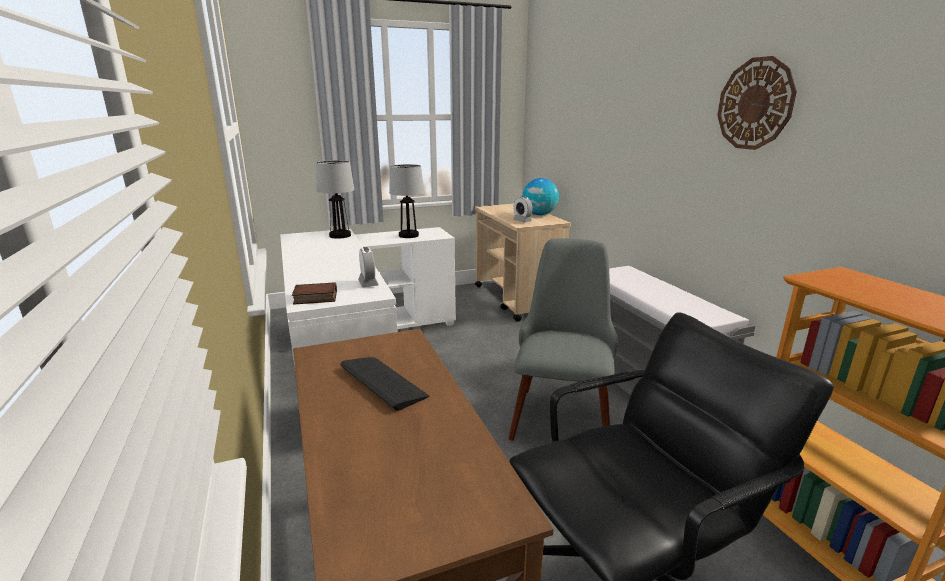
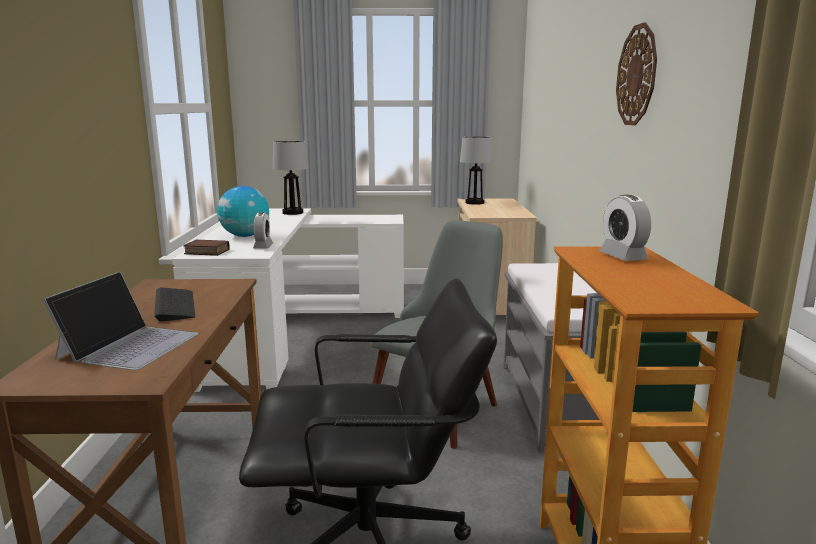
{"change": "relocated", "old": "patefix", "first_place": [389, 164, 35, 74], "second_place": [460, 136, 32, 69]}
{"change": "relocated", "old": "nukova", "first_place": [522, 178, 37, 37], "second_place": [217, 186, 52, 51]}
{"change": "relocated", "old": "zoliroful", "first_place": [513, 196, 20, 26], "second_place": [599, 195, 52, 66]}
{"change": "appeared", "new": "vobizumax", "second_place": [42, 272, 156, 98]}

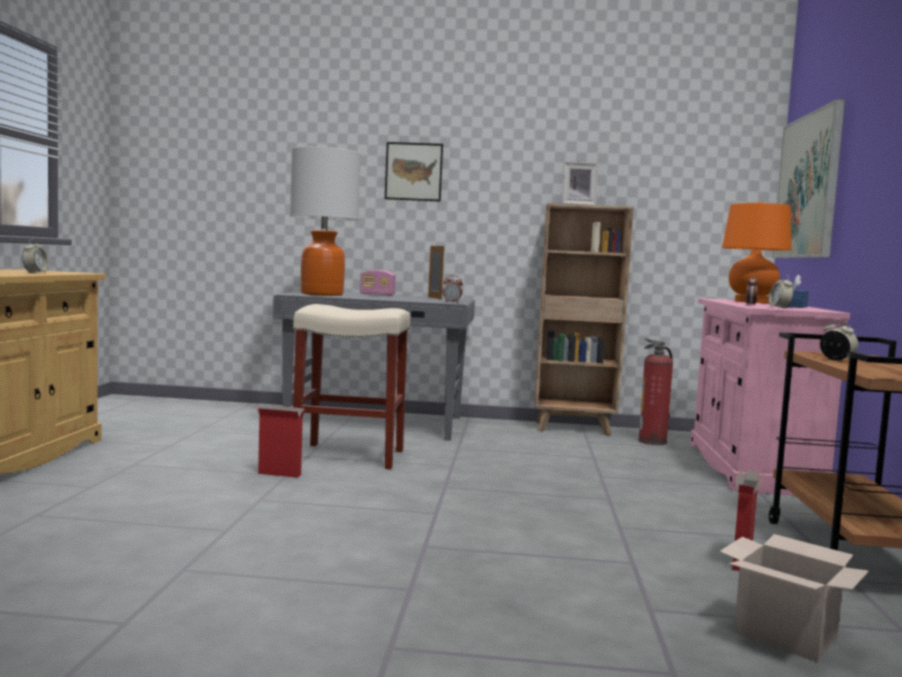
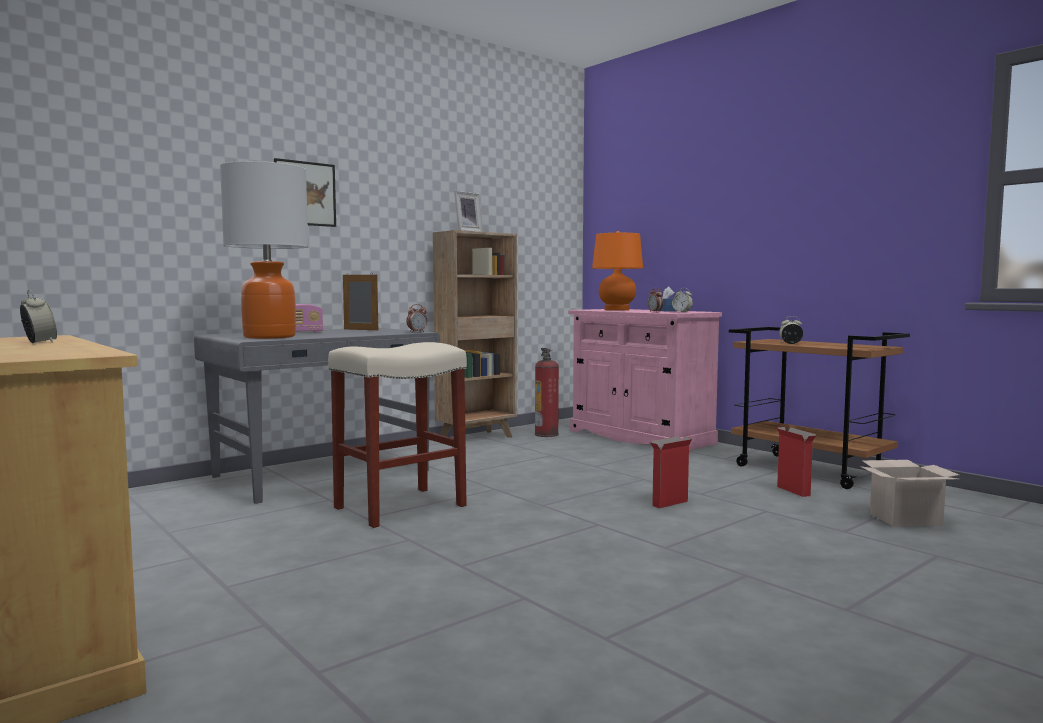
{"change": "missing", "old": "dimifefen", "first_place": [772, 99, 73, 159]}
{"change": "relocated", "old": "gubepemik", "first_place": [255, 405, 51, 73], "second_place": [650, 436, 42, 72]}

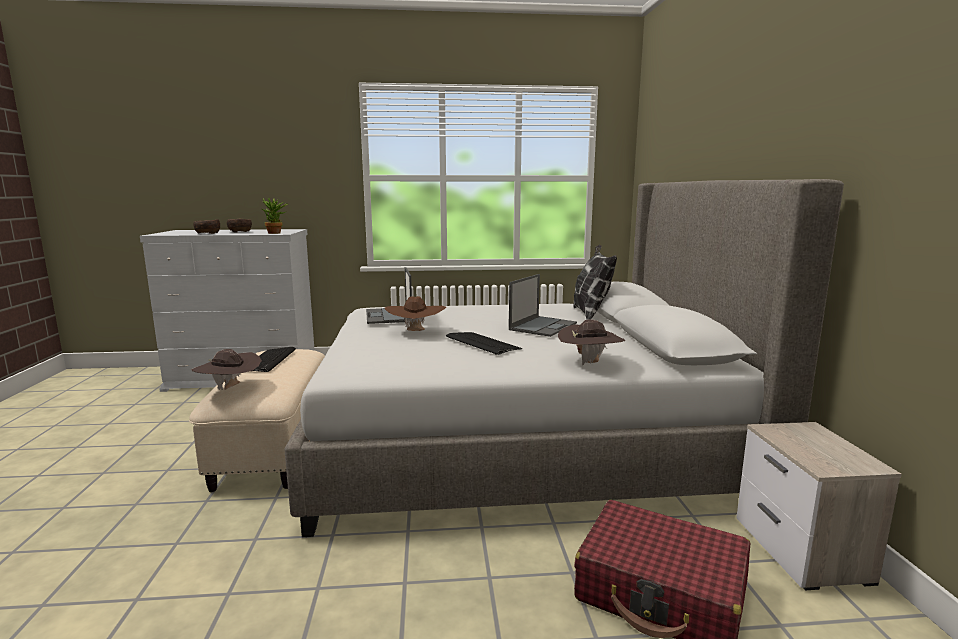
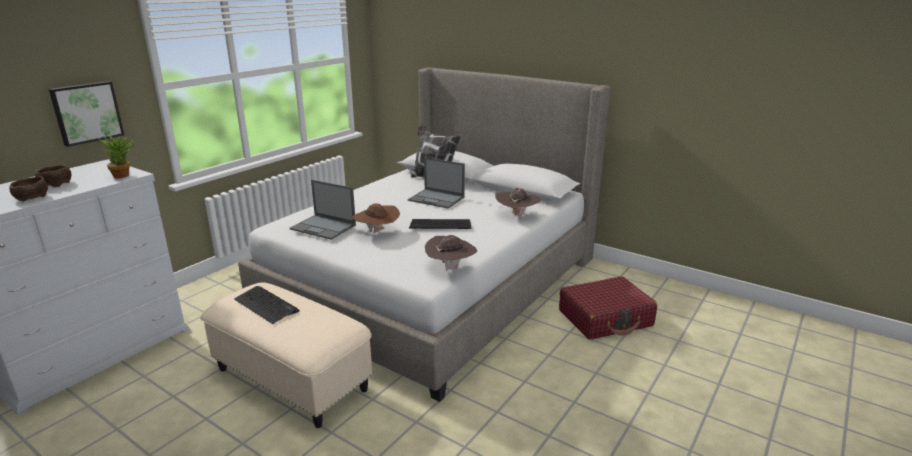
{"change": "spun", "old": "vobizumax", "first_place": [509, 274, 68, 63], "second_place": [408, 157, 57, 51], "degrees": 135}
{"change": "relocated", "old": "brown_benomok", "first_place": [191, 349, 71, 41], "second_place": [425, 235, 52, 37]}
{"change": "missing", "old": "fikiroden", "first_place": [736, 422, 166, 169]}
{"change": "appeared", "new": "dimifefen", "second_place": [49, 81, 75, 66]}

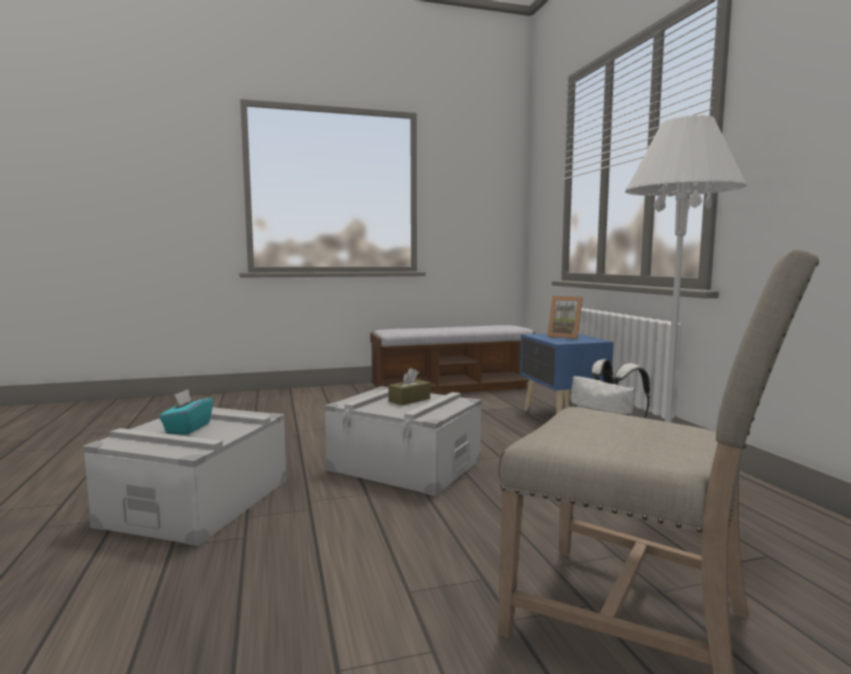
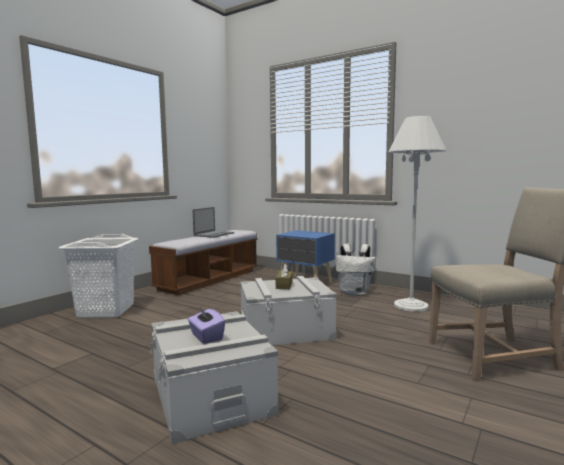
{"change": "missing", "old": "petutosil", "first_place": [547, 296, 36, 43]}
{"change": "colour", "old": "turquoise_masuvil", "new": "purple_masuvil", "first_place": [159, 389, 54, 46], "second_place": [188, 306, 37, 38]}
{"change": "appeared", "new": "vobizumax", "second_place": [193, 207, 41, 31]}
{"change": "appeared", "new": "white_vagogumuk", "second_place": [59, 234, 79, 84]}

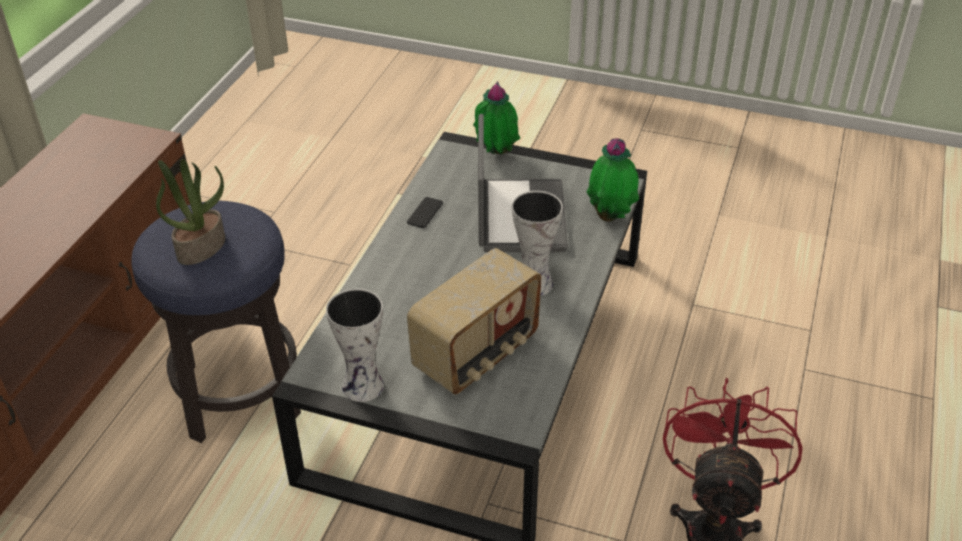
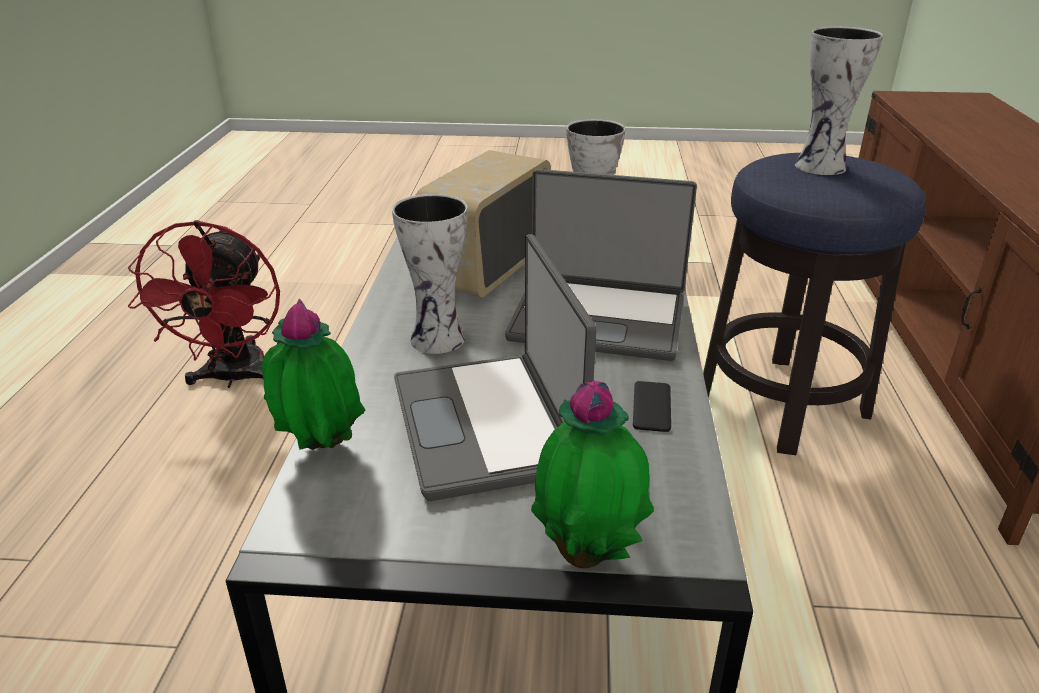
{"change": "exchanged", "old": "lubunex", "new": "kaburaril", "first_place": [156, 159, 69, 106], "second_place": [795, 26, 88, 149]}
{"change": "appeared", "new": "vobizumax", "second_place": [505, 169, 192, 192]}

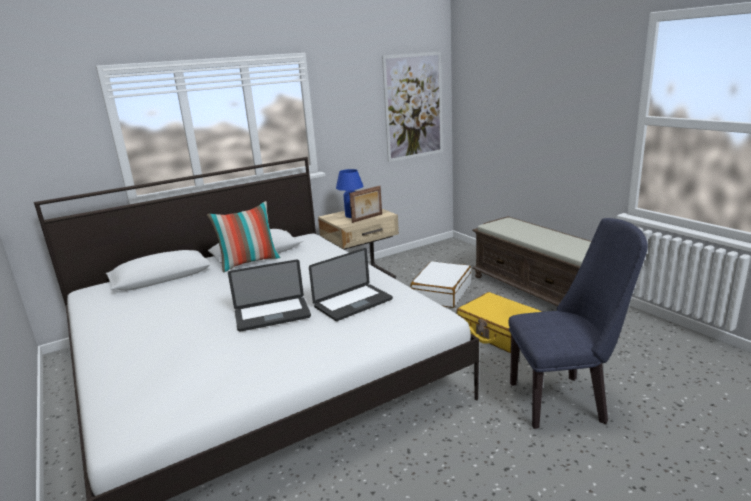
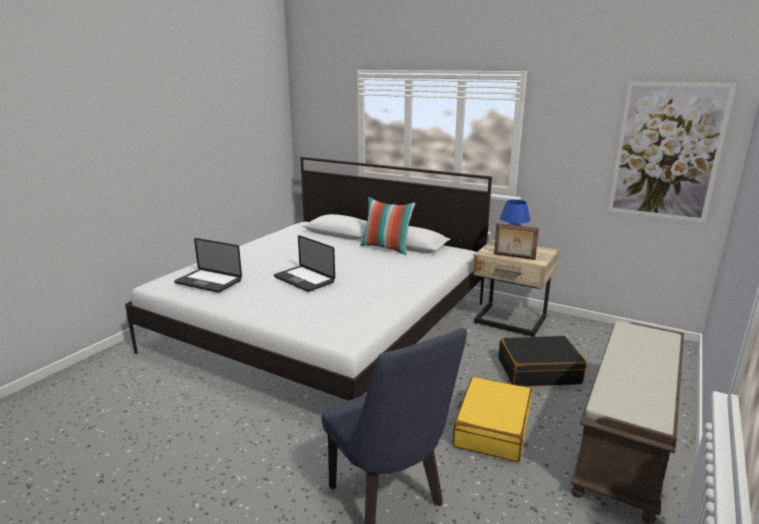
{"change": "relocated", "old": "vobizumax", "first_place": [309, 248, 84, 73], "second_place": [174, 238, 68, 55]}
{"change": "colour", "old": "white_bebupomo", "new": "black_bebupomo", "first_place": [410, 261, 61, 47], "second_place": [498, 336, 89, 51]}

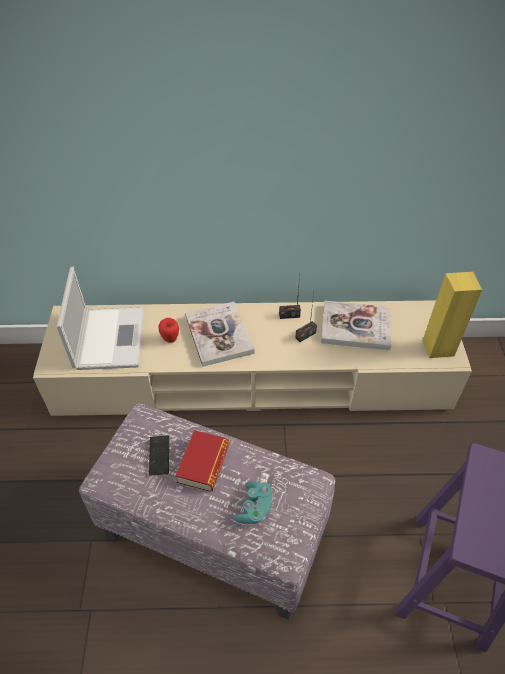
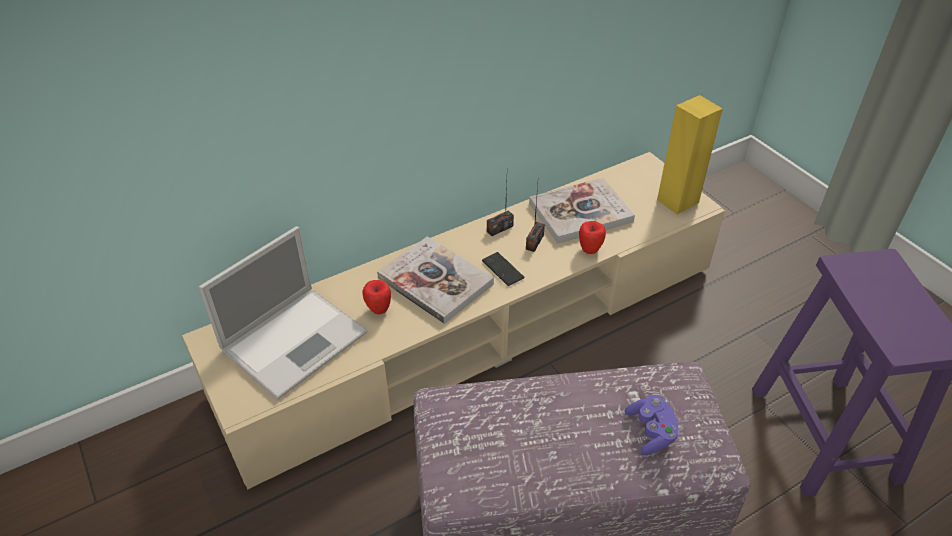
{"change": "spun", "old": "vobizumax", "first_place": [57, 267, 87, 103], "second_place": [199, 226, 168, 174], "degrees": 75}
{"change": "missing", "old": "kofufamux", "first_place": [176, 430, 53, 62]}
{"change": "relocated", "old": "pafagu", "first_place": [149, 436, 20, 40], "second_place": [482, 252, 42, 34]}
{"change": "colour", "old": "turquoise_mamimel", "new": "purple_mamimel", "first_place": [233, 482, 40, 42], "second_place": [625, 395, 55, 60]}
{"change": "appeared", "new": "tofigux", "second_place": [579, 221, 27, 33]}

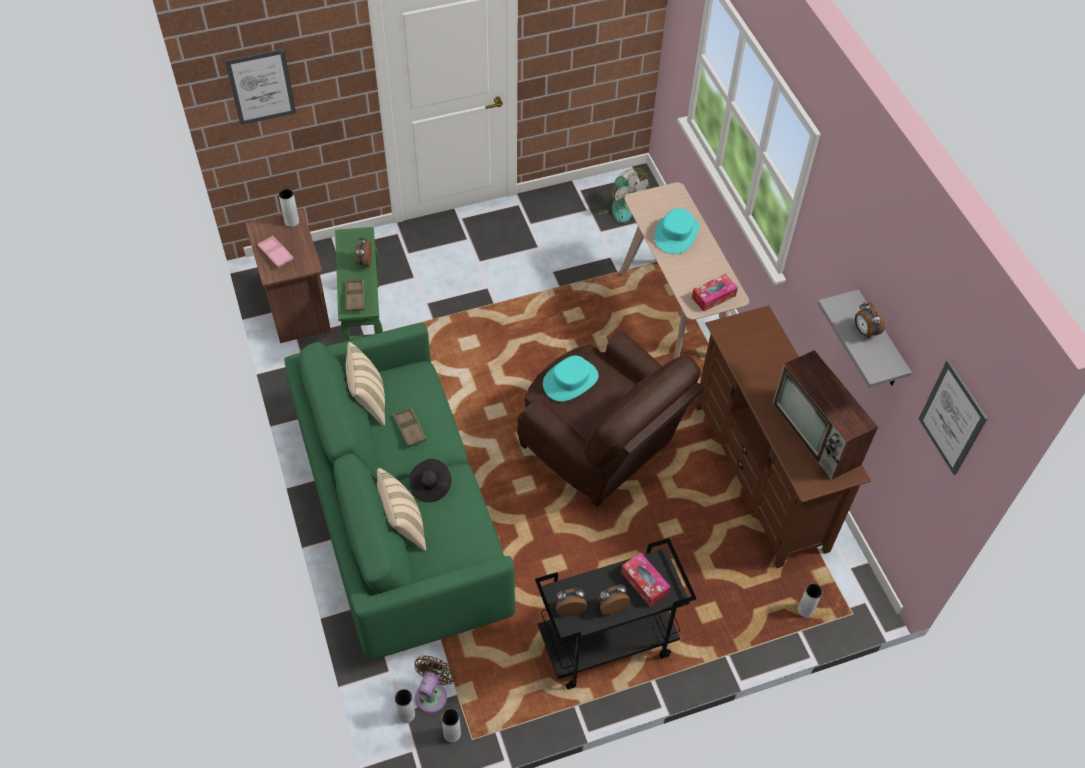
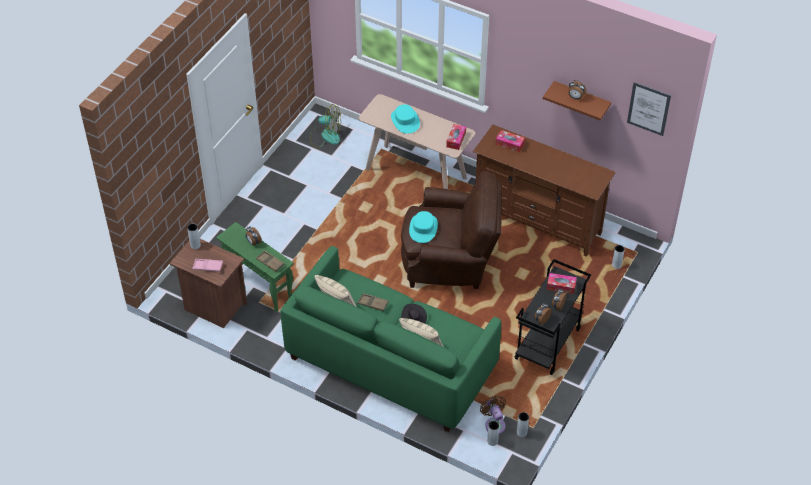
{"change": "missing", "old": "dimifefen", "first_place": [225, 49, 71, 76]}
{"change": "colour", "old": "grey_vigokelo", "new": "brown_vigokelo", "first_place": [817, 289, 95, 99], "second_place": [543, 81, 68, 39]}
{"change": "missing", "old": "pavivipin", "first_place": [772, 350, 106, 130]}
{"change": "appeared", "new": "masuvil", "second_place": [495, 130, 30, 22]}

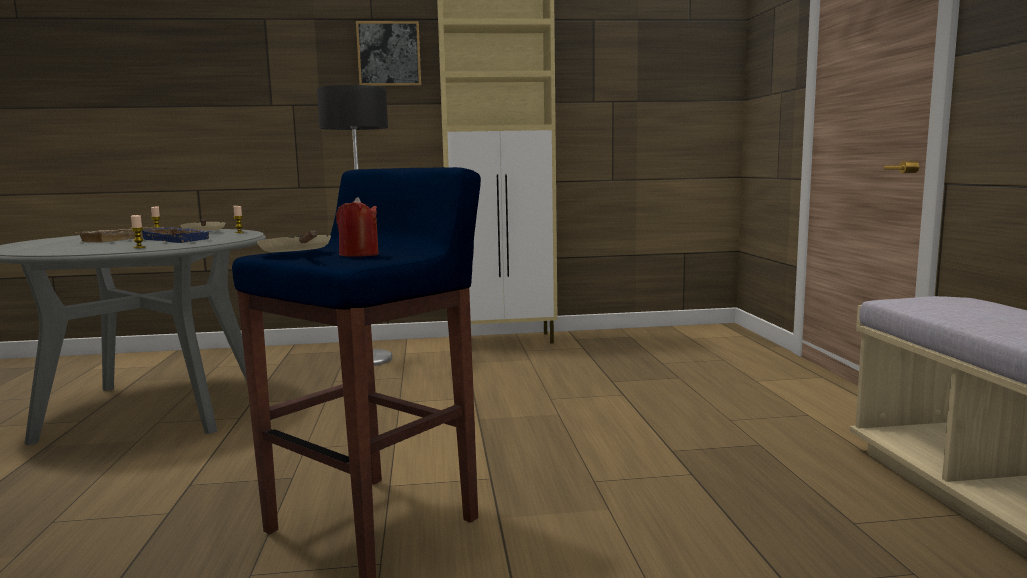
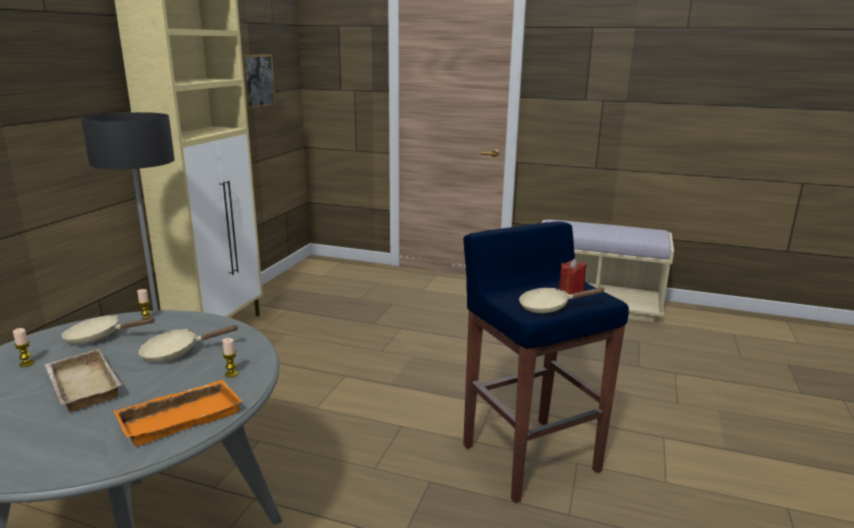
{"change": "relocated", "old": "dimifefen", "first_place": [356, 21, 65, 65], "second_place": [242, 55, 34, 54]}
{"change": "exchanged", "old": "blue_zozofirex", "new": "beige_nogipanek", "first_place": [142, 227, 72, 16], "second_place": [138, 325, 101, 37]}
{"change": "appeared", "new": "orange_zozofirex", "second_place": [114, 380, 128, 66]}

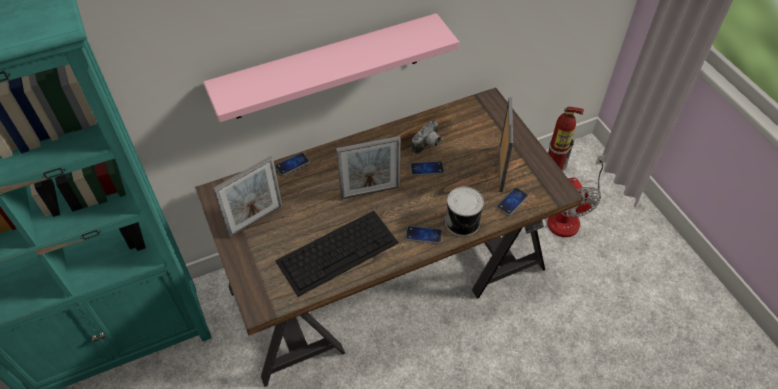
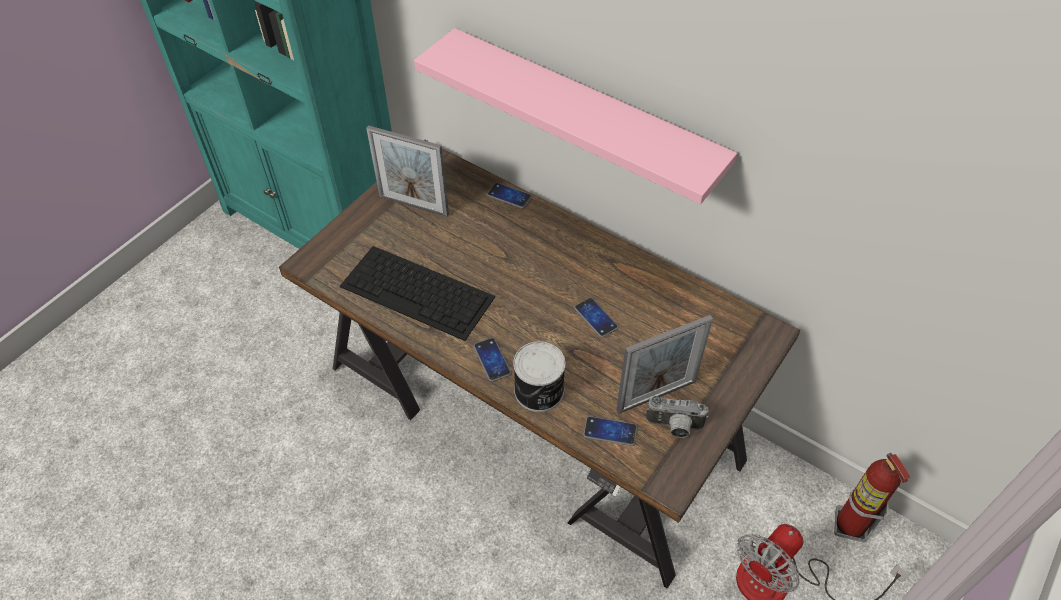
{"change": "relocated", "old": "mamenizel", "first_place": [412, 120, 29, 34], "second_place": [646, 396, 62, 42]}
{"change": "missing", "old": "petutosil", "first_place": [336, 136, 65, 64]}

